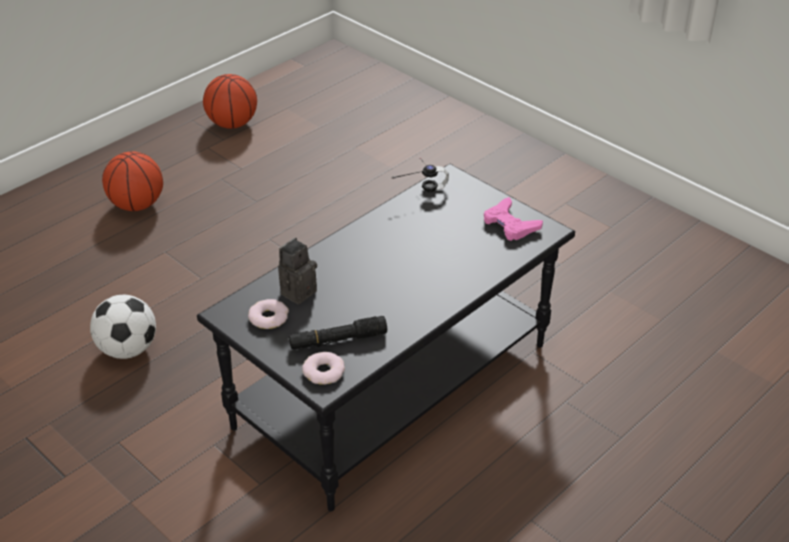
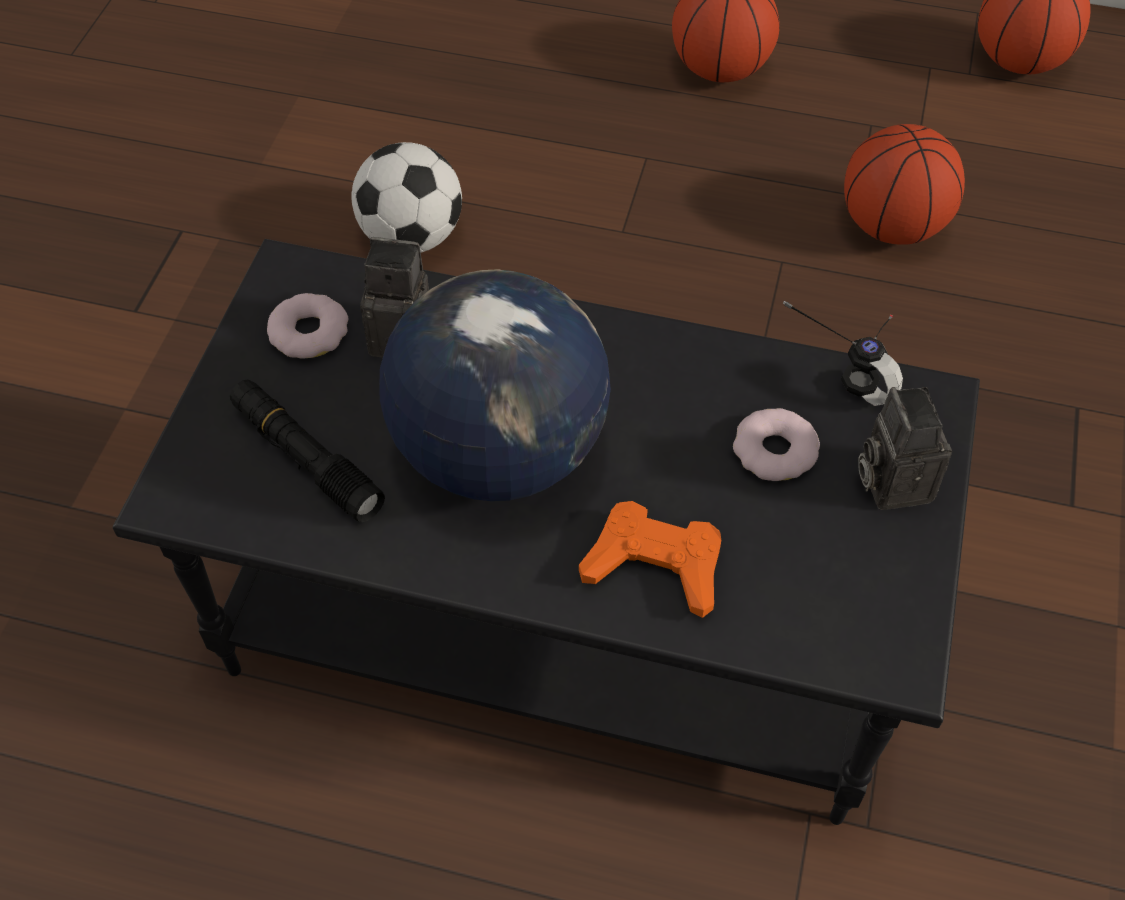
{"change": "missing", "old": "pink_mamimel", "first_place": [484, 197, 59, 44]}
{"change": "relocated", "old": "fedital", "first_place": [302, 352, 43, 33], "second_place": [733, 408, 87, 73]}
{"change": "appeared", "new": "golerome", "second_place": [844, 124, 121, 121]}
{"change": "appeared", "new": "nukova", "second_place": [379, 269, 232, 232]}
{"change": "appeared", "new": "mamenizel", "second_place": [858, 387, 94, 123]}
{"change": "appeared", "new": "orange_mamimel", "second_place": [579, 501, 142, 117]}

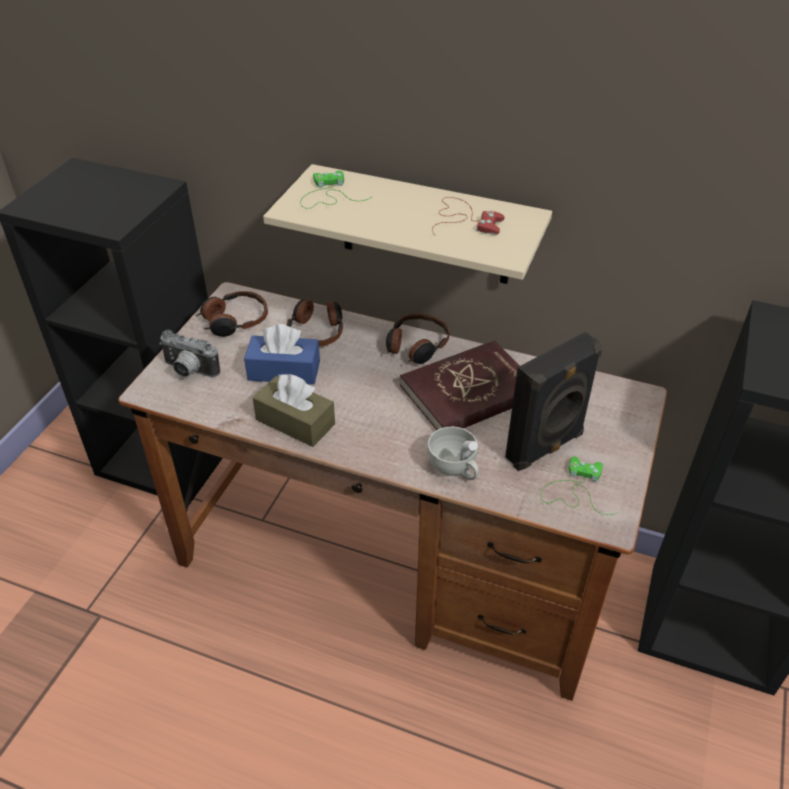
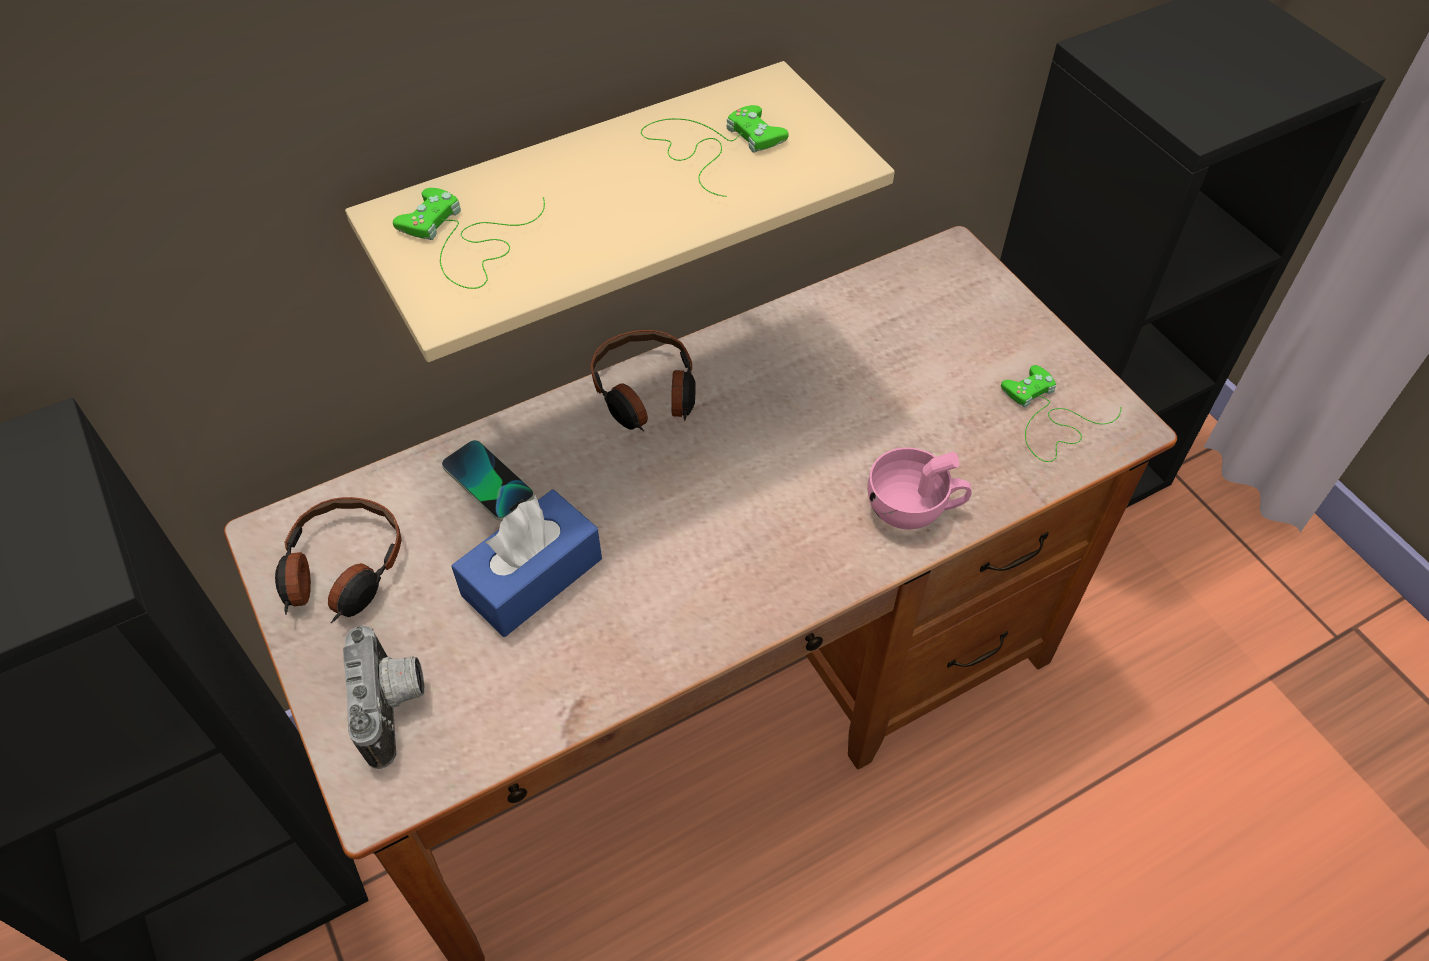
{"change": "colour", "old": "red_mamimel", "new": "green_mamimel", "first_place": [432, 197, 73, 39], "second_place": [641, 105, 148, 92]}
{"change": "exchanged", "old": "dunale", "new": "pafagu", "first_place": [287, 299, 56, 48], "second_place": [442, 440, 92, 81]}
{"change": "spun", "old": "mamenizel", "first_place": [159, 330, 61, 47], "second_place": [343, 626, 82, 143], "degrees": -75}
{"change": "missing", "old": "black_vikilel", "first_place": [505, 332, 98, 139]}
{"change": "missing", "old": "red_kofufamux", "first_place": [400, 340, 120, 90]}
{"change": "missing", "old": "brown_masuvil", "first_place": [252, 374, 83, 73]}
{"change": "colour", "old": "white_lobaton", "new": "pink_lobaton", "first_place": [427, 427, 52, 53], "second_place": [868, 447, 104, 82]}

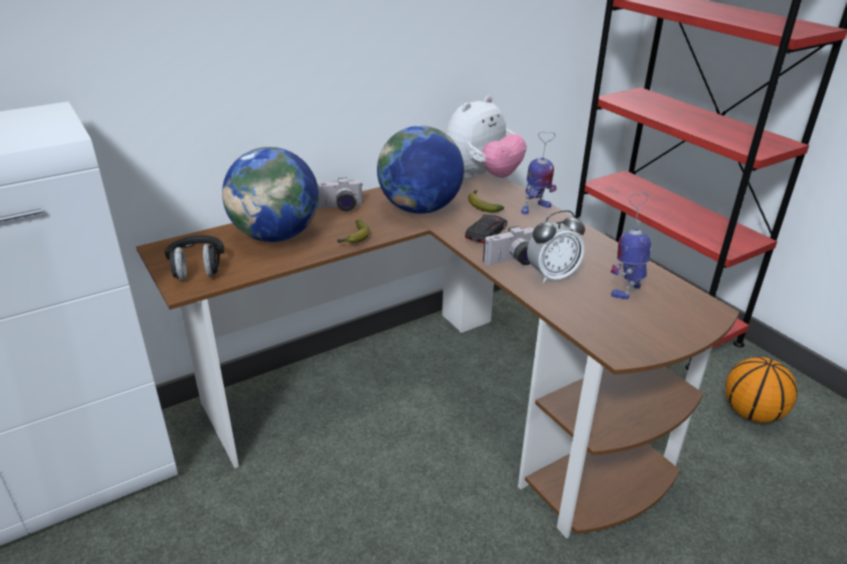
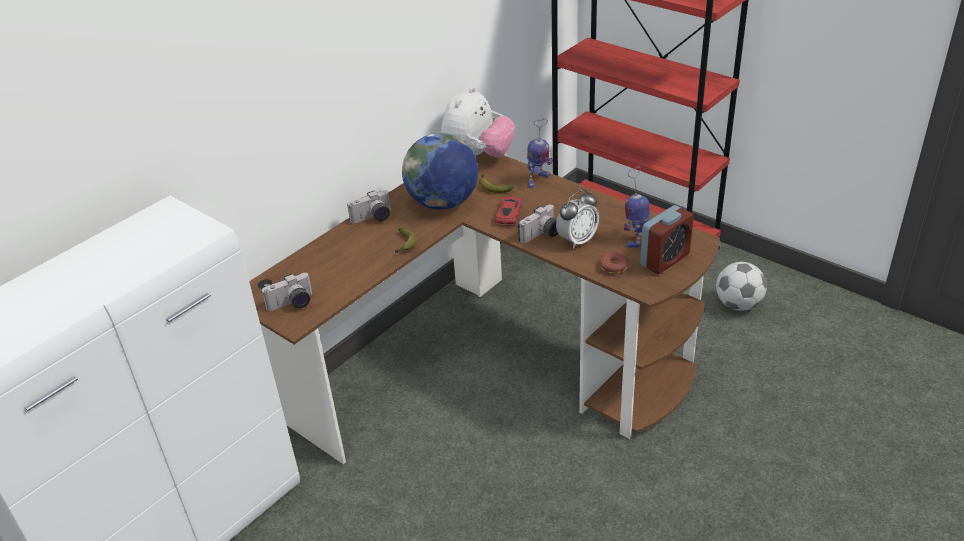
{"change": "missing", "old": "nukova", "first_place": [222, 147, 97, 95]}
{"change": "colour", "old": "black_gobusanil", "new": "red_gobusanil", "first_place": [465, 215, 42, 29], "second_place": [495, 196, 28, 29]}
{"change": "exchanged", "old": "black_dunale", "new": "mamenizel", "first_place": [164, 235, 60, 45], "second_place": [262, 273, 50, 38]}
{"change": "exchanged", "old": "golerome", "new": "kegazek", "first_place": [726, 357, 71, 66], "second_place": [716, 262, 51, 49]}
{"change": "appeared", "new": "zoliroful", "second_place": [640, 205, 54, 69]}
{"change": "appeared", "new": "fedital", "second_place": [600, 252, 28, 22]}

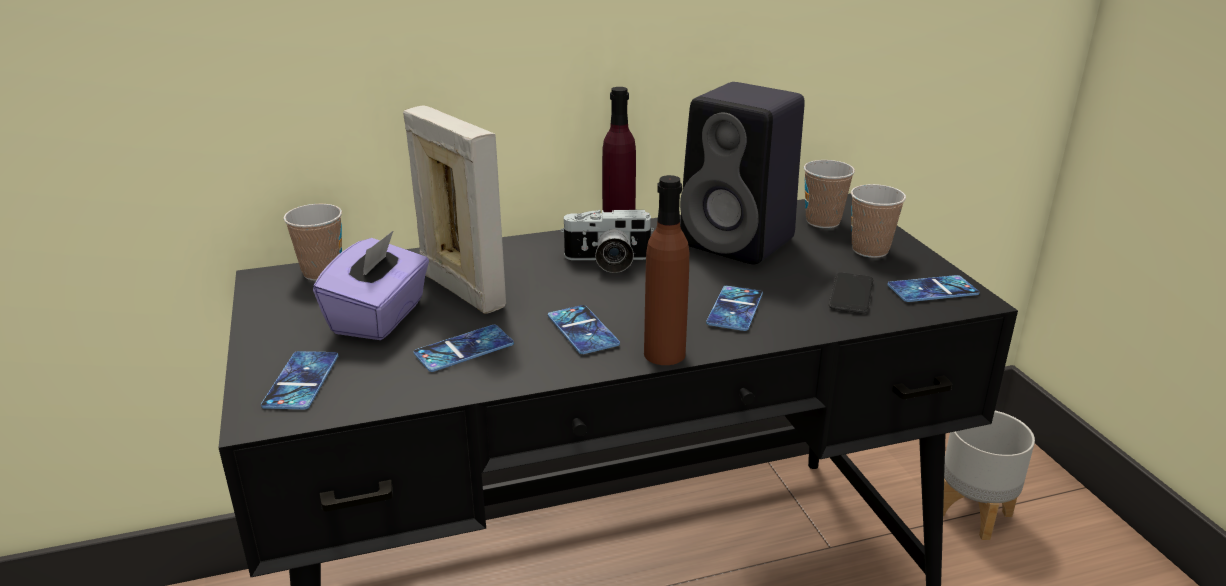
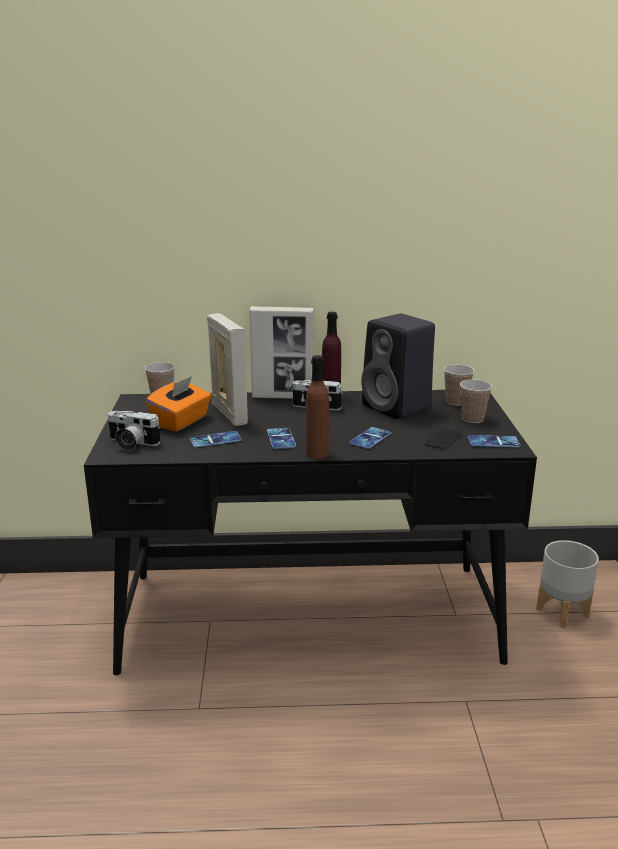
{"change": "colour", "old": "purple_masuvil", "new": "orange_masuvil", "first_place": [313, 231, 116, 109], "second_place": [146, 376, 65, 56]}
{"change": "exchanged", "old": "pafagu", "new": "mamenizel", "first_place": [261, 351, 77, 59], "second_place": [108, 411, 53, 40]}
{"change": "appeared", "new": "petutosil", "second_place": [250, 306, 64, 93]}

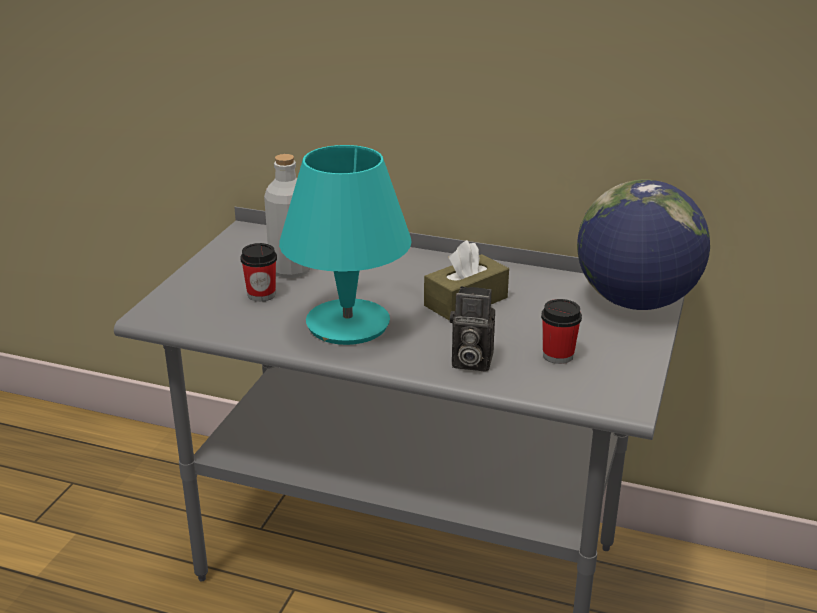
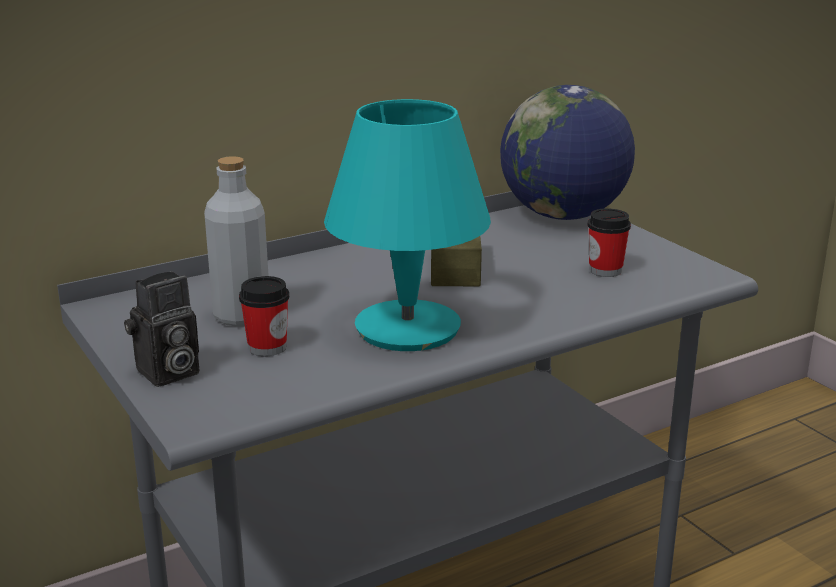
{"change": "relocated", "old": "mamenizel", "first_place": [450, 286, 45, 86], "second_place": [124, 271, 75, 116]}

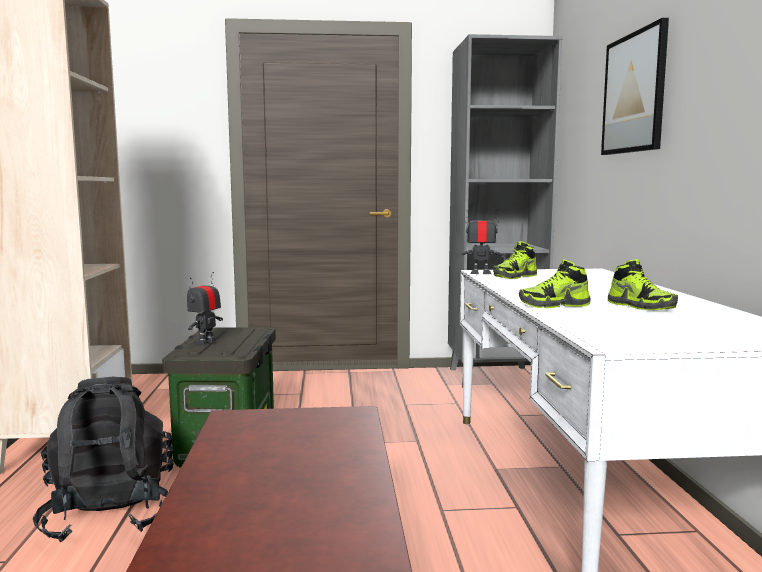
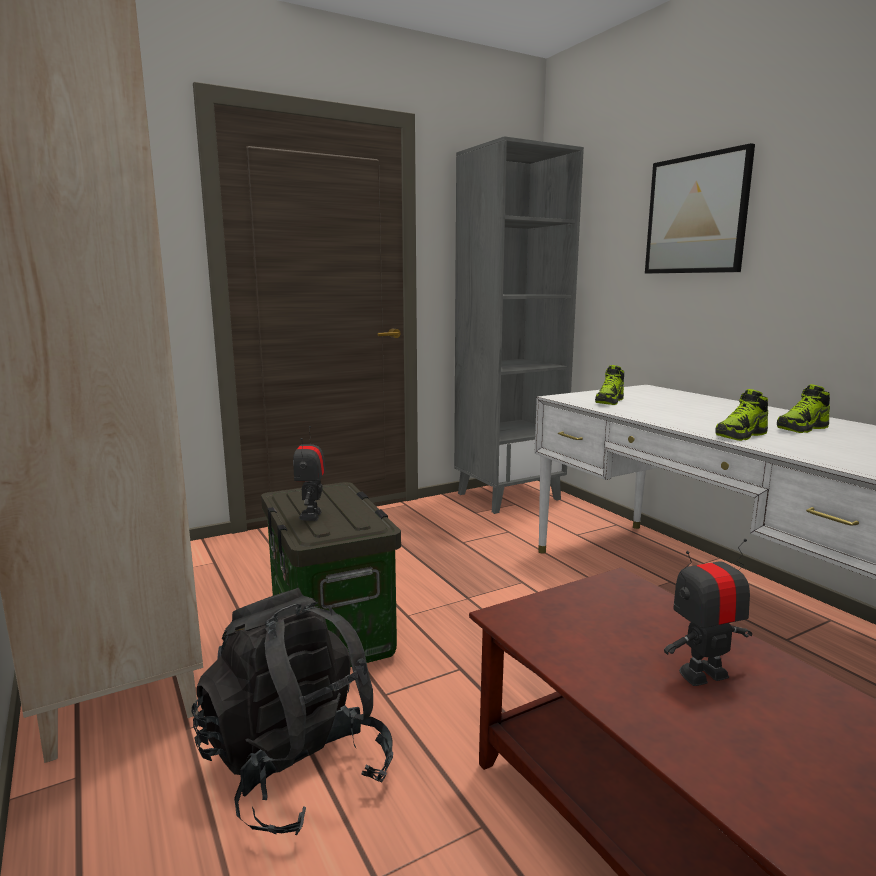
{"change": "relocated", "old": "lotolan", "first_place": [457, 208, 48, 66], "second_place": [664, 539, 88, 147]}
{"change": "spun", "old": "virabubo", "first_place": [608, 259, 70, 51], "second_place": [777, 384, 53, 49], "degrees": 120}

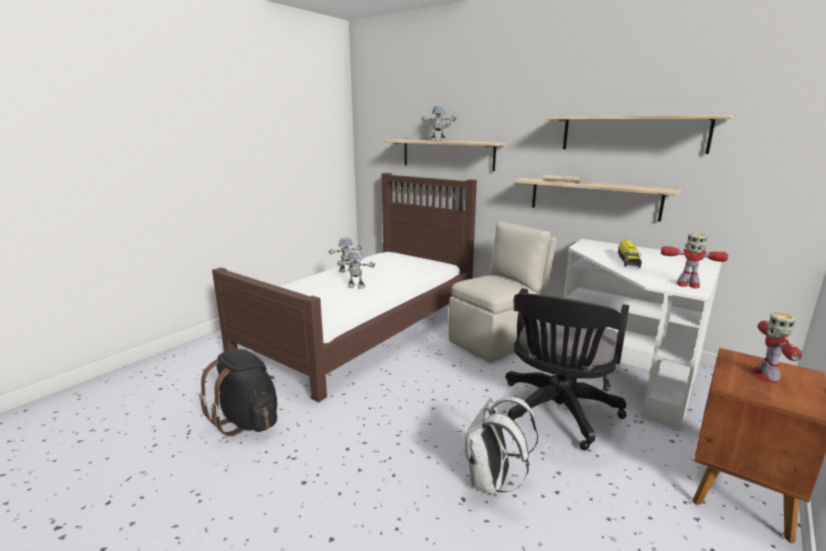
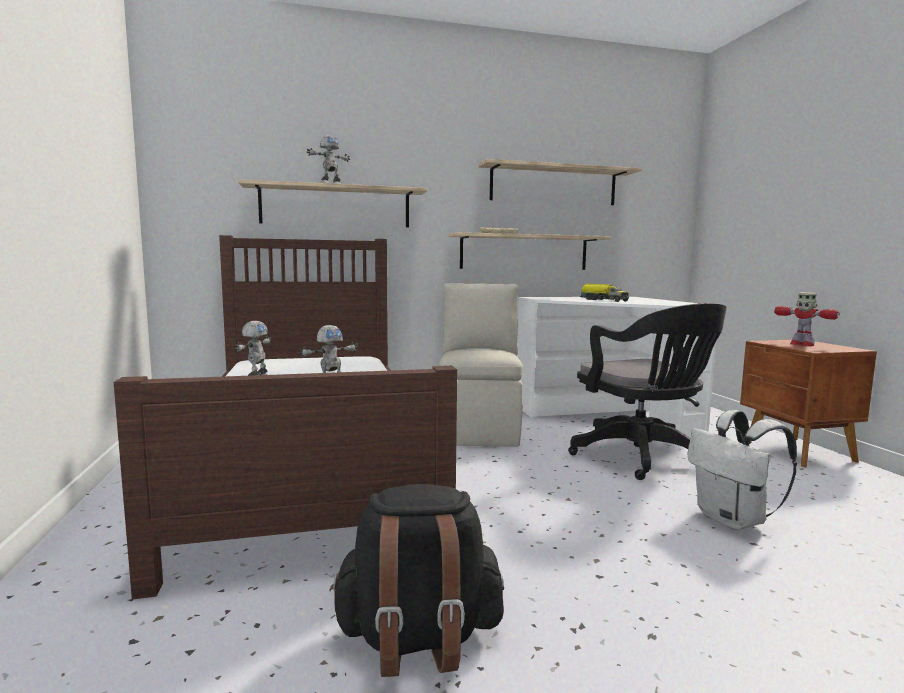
{"change": "missing", "old": "lotolan", "first_place": [661, 233, 67, 56]}

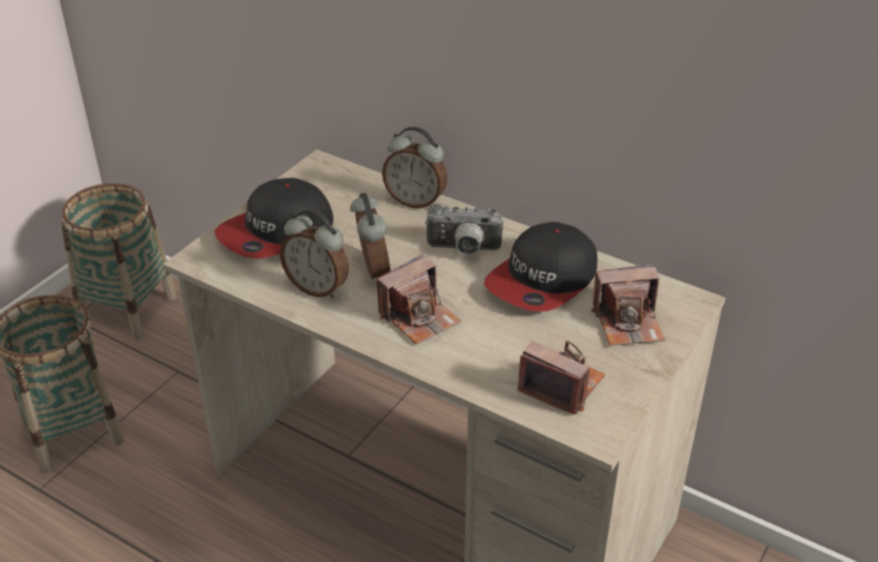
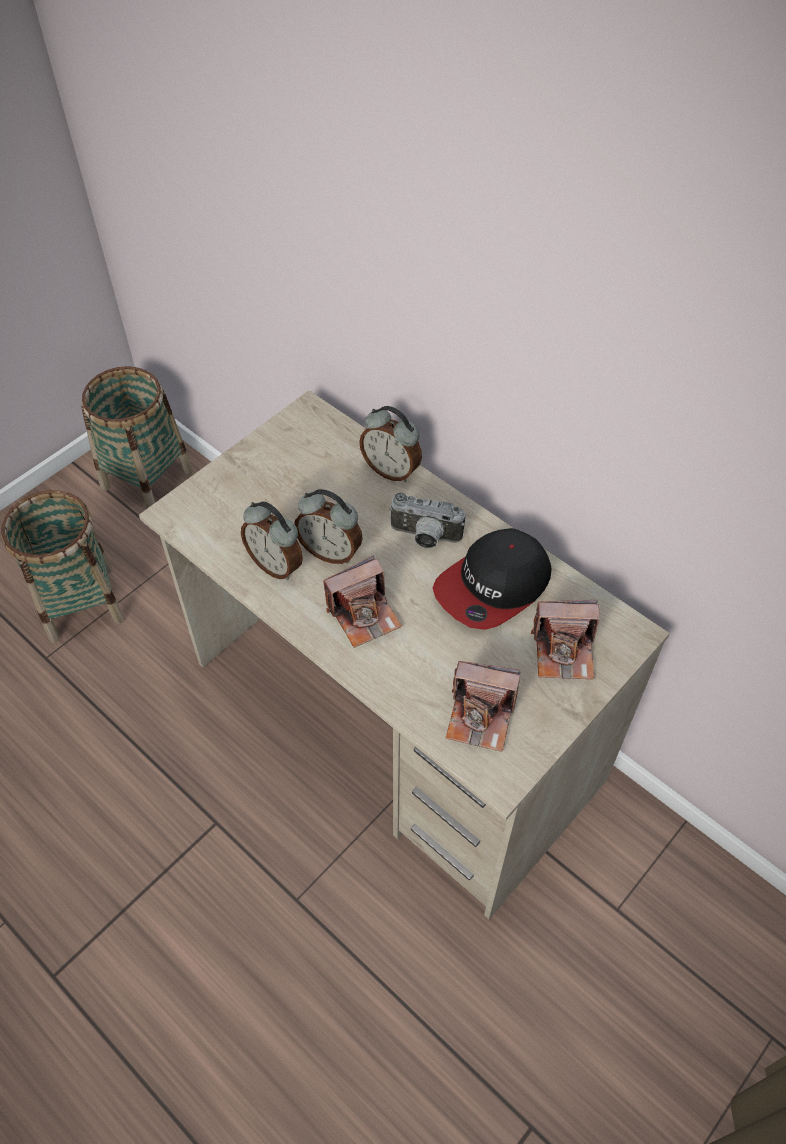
{"change": "missing", "old": "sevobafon", "first_place": [215, 178, 118, 81]}
{"change": "spun", "old": "zoliroful", "first_place": [350, 193, 41, 86], "second_place": [294, 489, 69, 75], "degrees": 120}
{"change": "spun", "old": "mamenizel", "first_place": [517, 340, 88, 75], "second_place": [446, 661, 74, 90], "degrees": 150}

